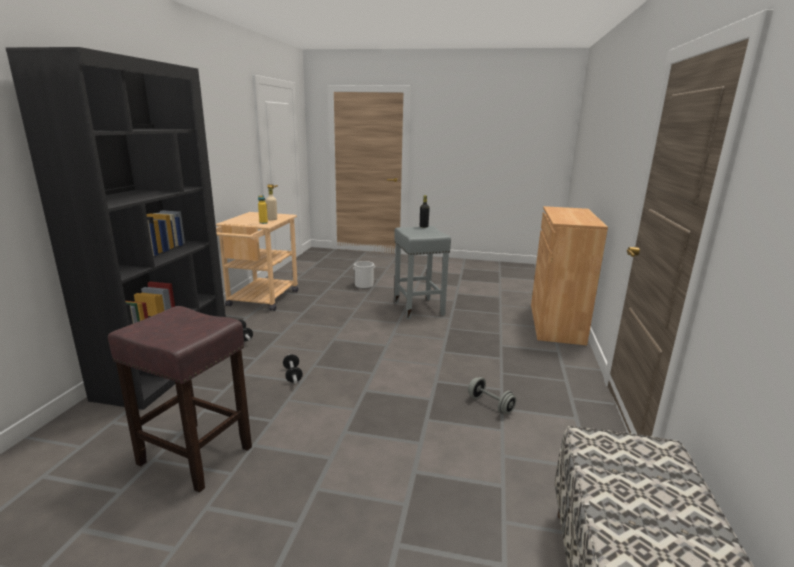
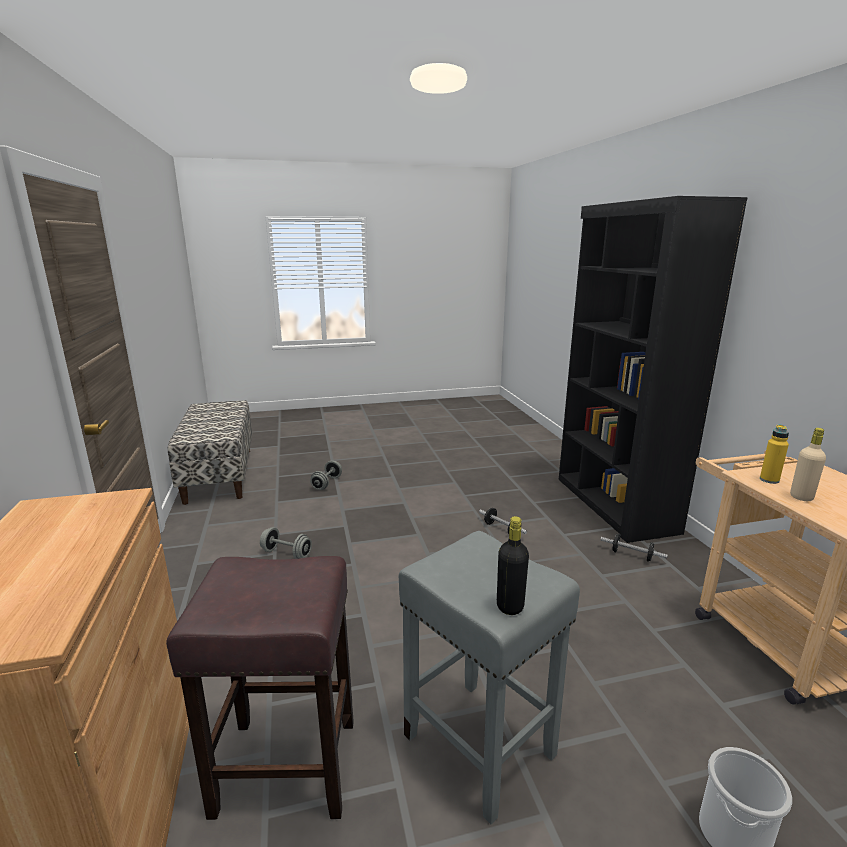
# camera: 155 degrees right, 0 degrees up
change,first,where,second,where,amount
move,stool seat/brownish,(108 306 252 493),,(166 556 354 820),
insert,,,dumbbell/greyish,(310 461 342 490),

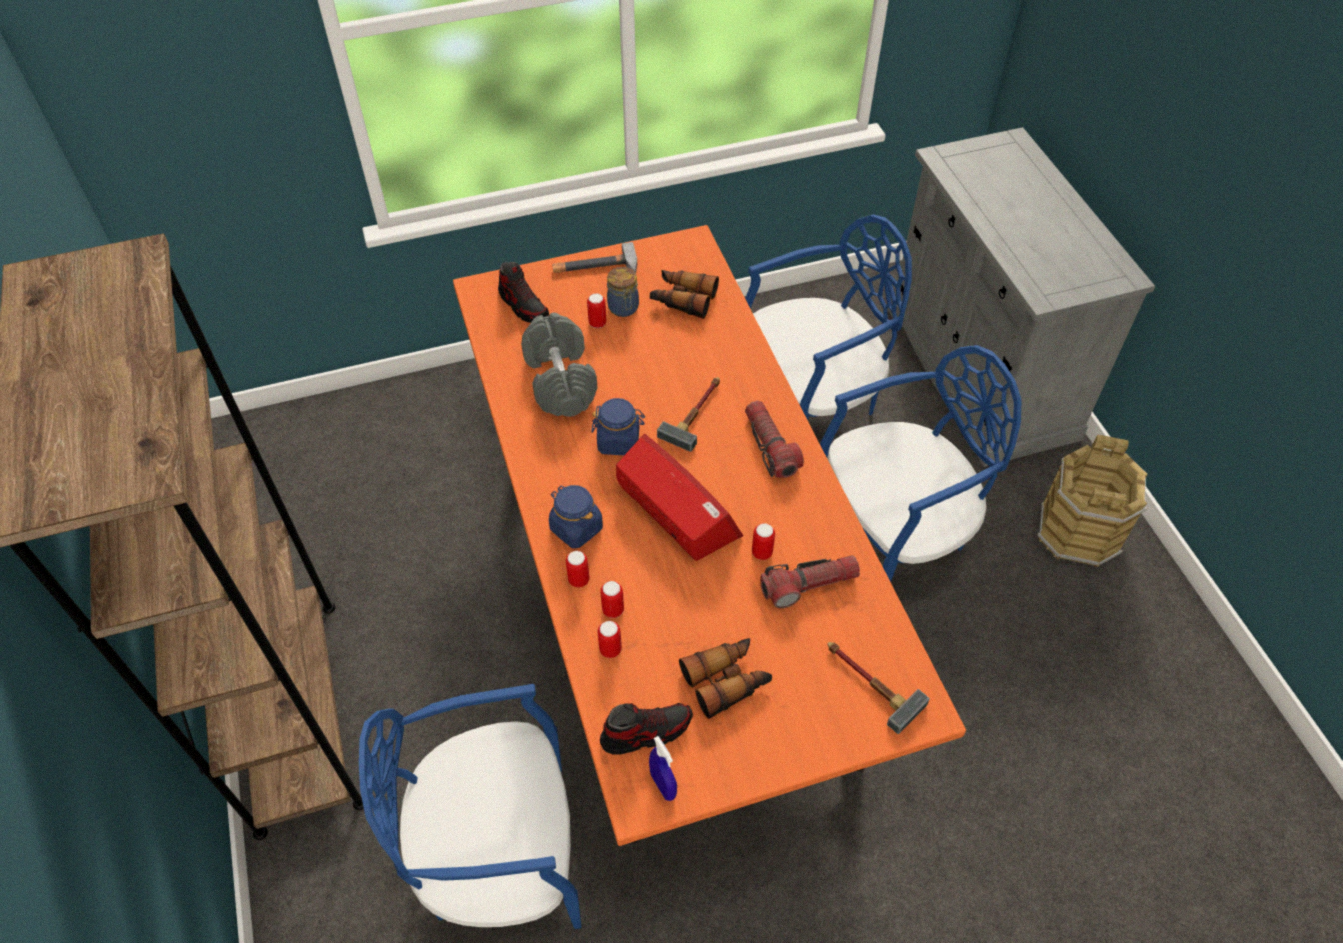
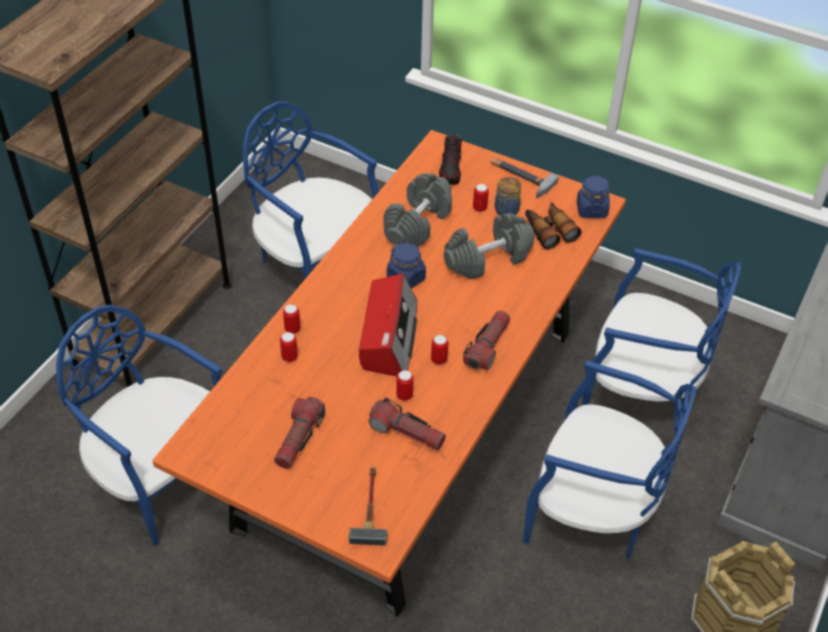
# camera: 45 degrees right, 5 degrees down
change,first,where,second,where,amount
insert,,,upright chair/blue,(243 102 379 280),
replace,pair of binoculars,(679 638 772 719),torch,(274 397 325 469),
move,metal can,(598 621 622 658),,(431 335 448 365),
insert,,,dumbbell/greyish,(444 213 535 280),
move,jar/blue,(549 485 603 548),,(577 175 610 218),
delete,item of footwear,(600 703 693 754),,,
delete,hand sprayer/blue,(649 736 677 801),,,
delete,hammer,(657 377 720 452),,,

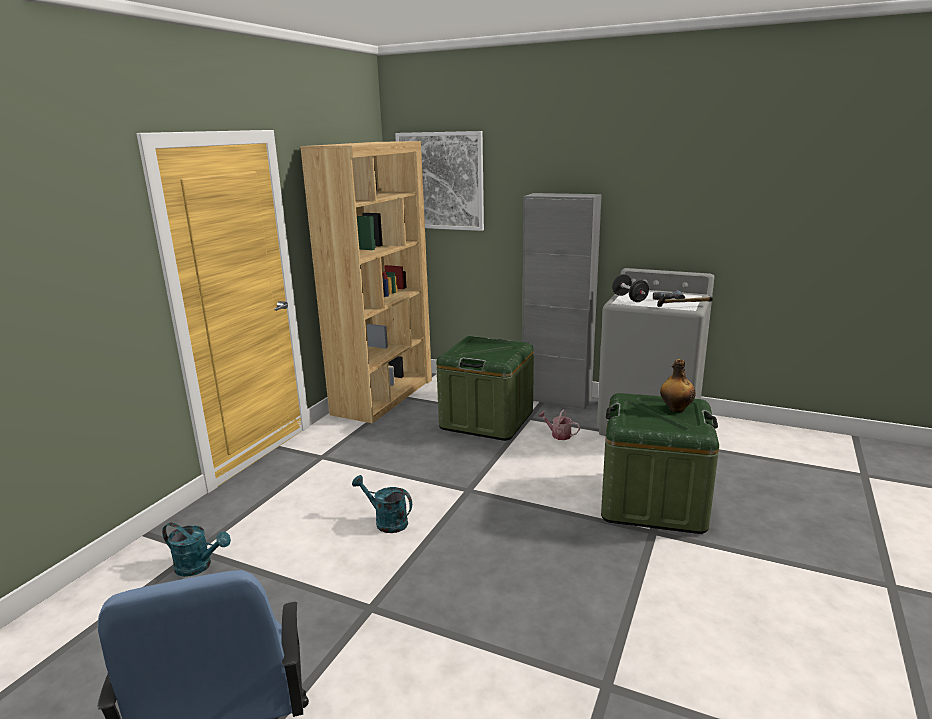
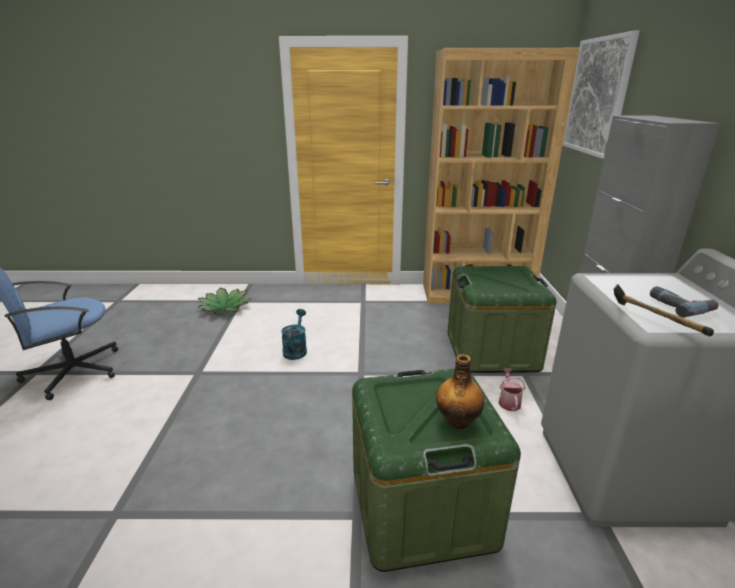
# camera: 65 degrees right, 5 degrees up
change,first,where,second,where,amount
replace,watering pot/turquoise,(162 522 231 577),plant in a pot,(198 288 251 315),
delete,dumbbell/black,(612 274 649 302),,,

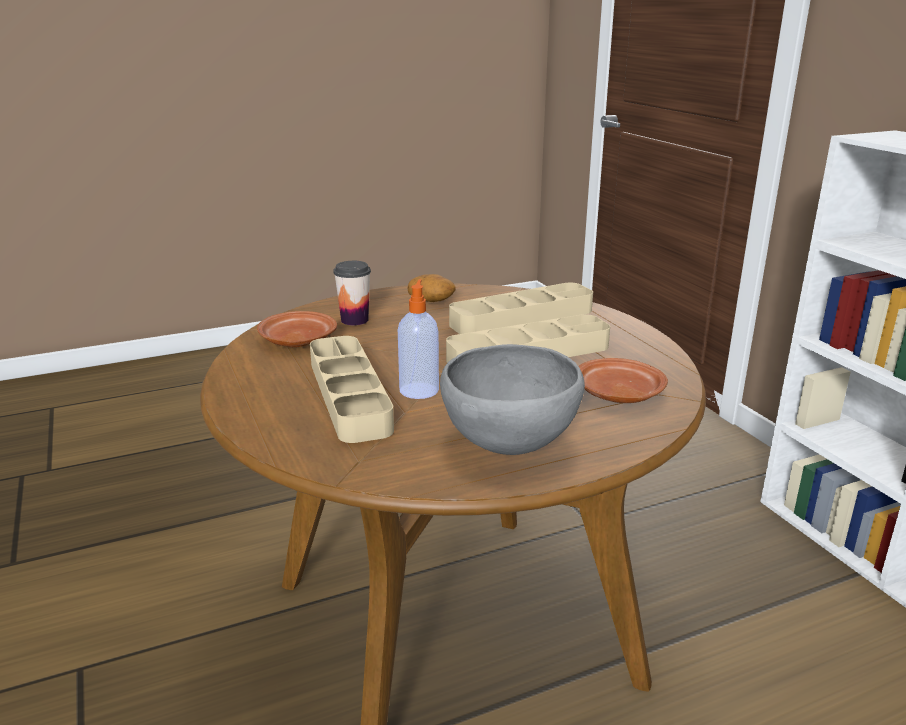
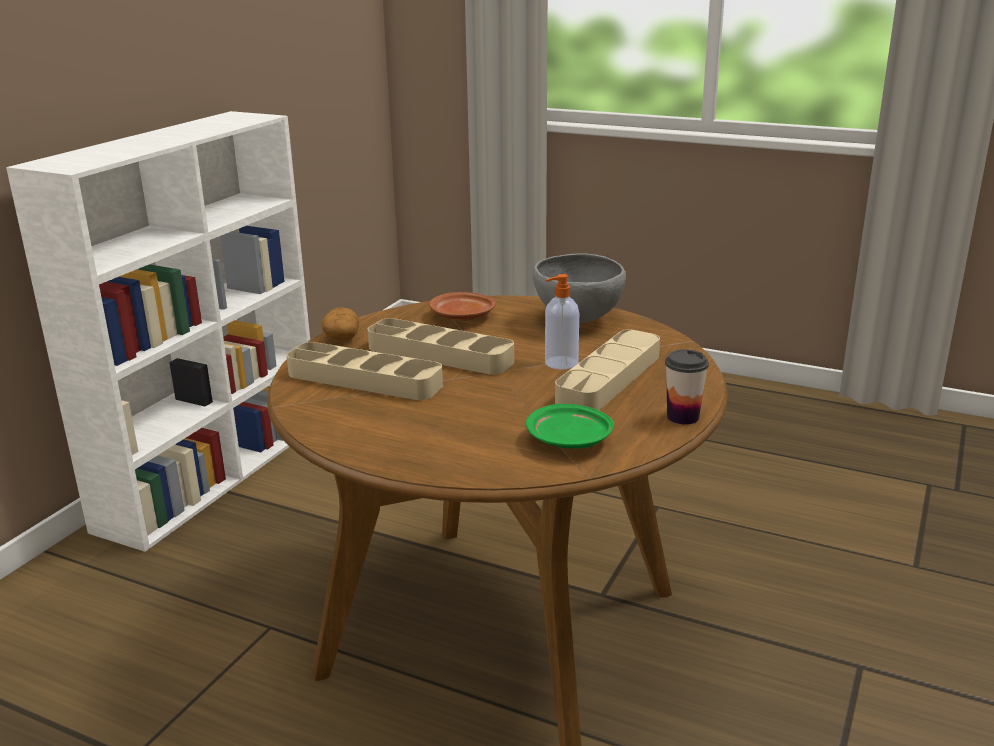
# camera: 130 degrees left, 0 degrees up
change,first,where,second,where,amount
move,whole potato,(407 274 456 302),,(321 308 359 341),
recolor,dinner plate/brownish,(257 311 337 348),dinner plate/green-coloured,(526 404 614 449),
move,drinking cup,(333 261 371 325),,(665 349 709 425),

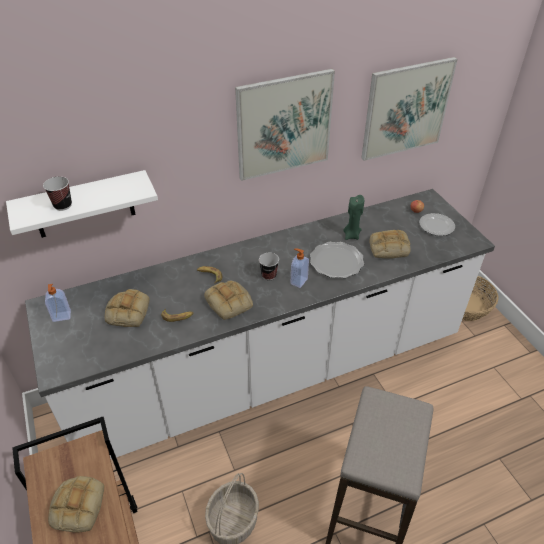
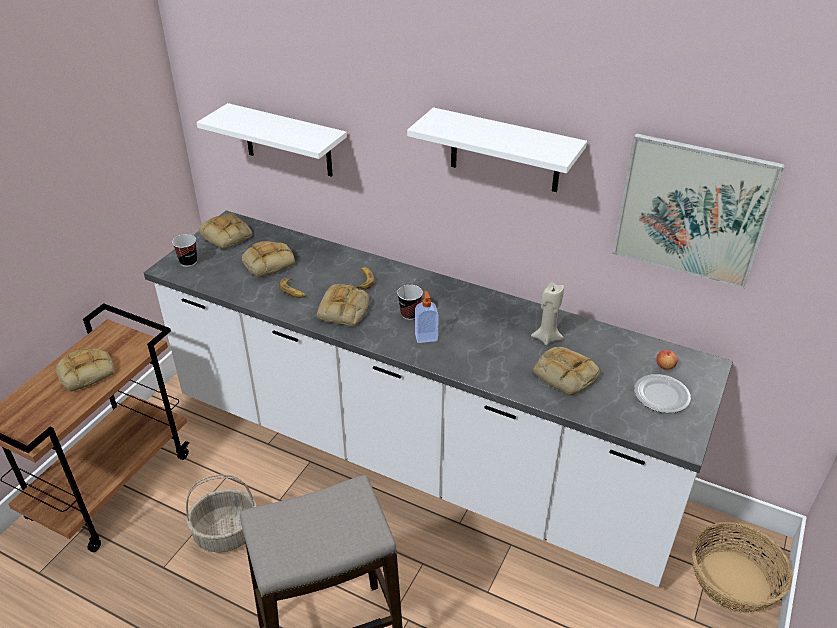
# camera: 50 degrees right, 5 degrees down
change,first,where,second,where,amount
move,drinking cup,(43 176 72 211),,(172 234 197 267),
replace,liquid soap bottle,(45 284 71 322),bakery bread,(199 214 253 249),
replace,wall picture,(235 69 335 181),bracket shelf/whitish,(407 107 587 192),
recolor,wax candle/green-coloured,(343 195 364 240),wax candle/beige,(531 282 564 346),
delete,dinner plate,(310 242 364 278),,,

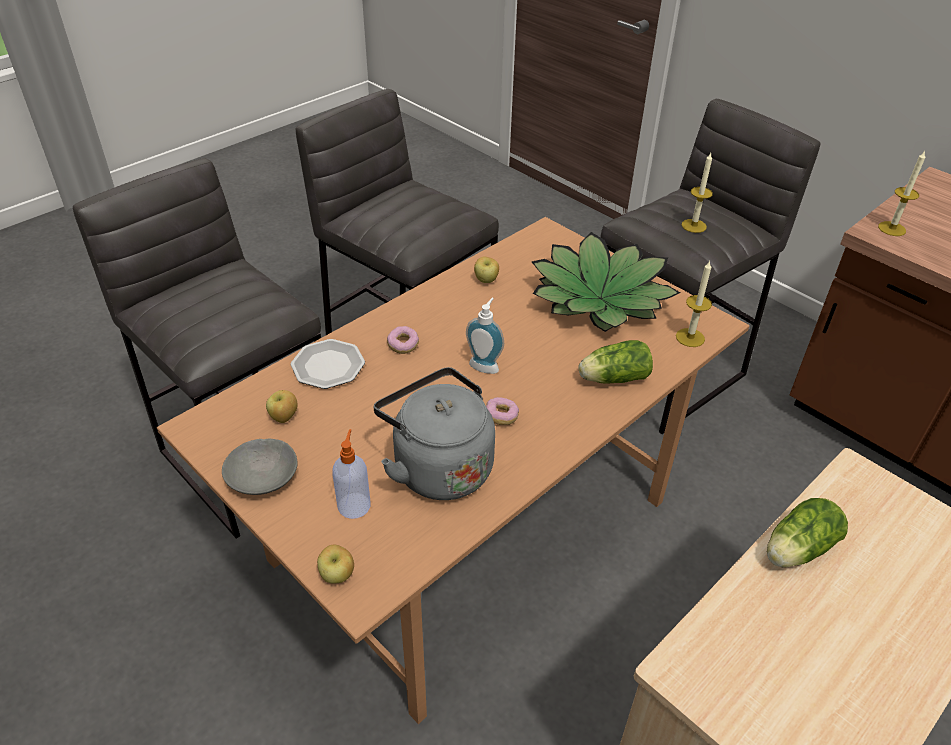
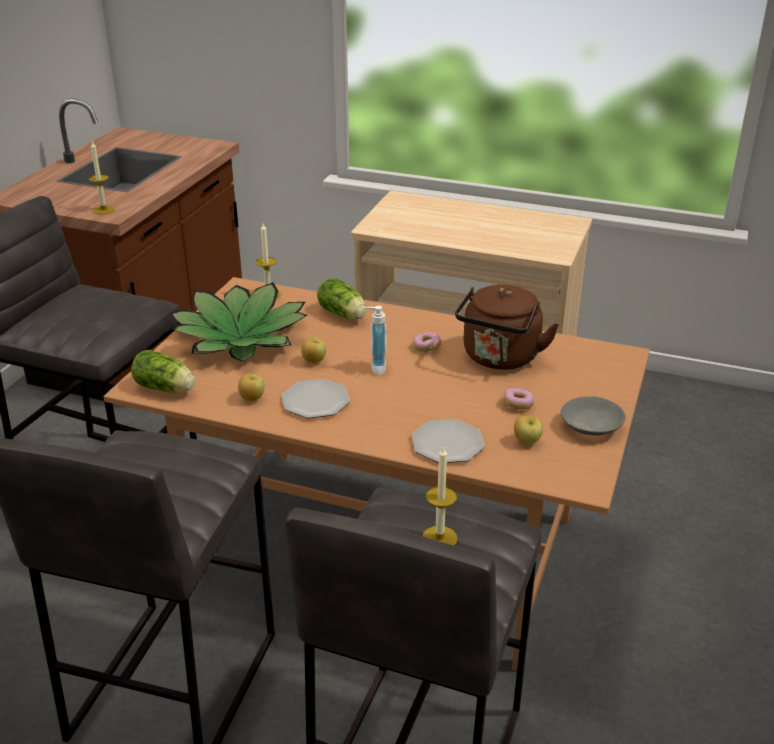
# camera: 115 degrees left, 10 degrees down
change,first,where,second,where,amount
move,lettuce head,(767 498 848 568),,(131 350 196 393),
insert,,,dinner plate,(281 379 350 419),
move,apple fruit,(317 545 354 584),,(301 337 326 364),
move,wax candle,(682 153 713 233),,(422 445 458 546),
recolor,tea kettle/greyish,(374 367 495 500),tea kettle/brownish,(455 285 559 370),
move,donut,(387 326 419 354),,(504 388 534 410),
delete,liquid soap bottle,(332 429 371 519),,,

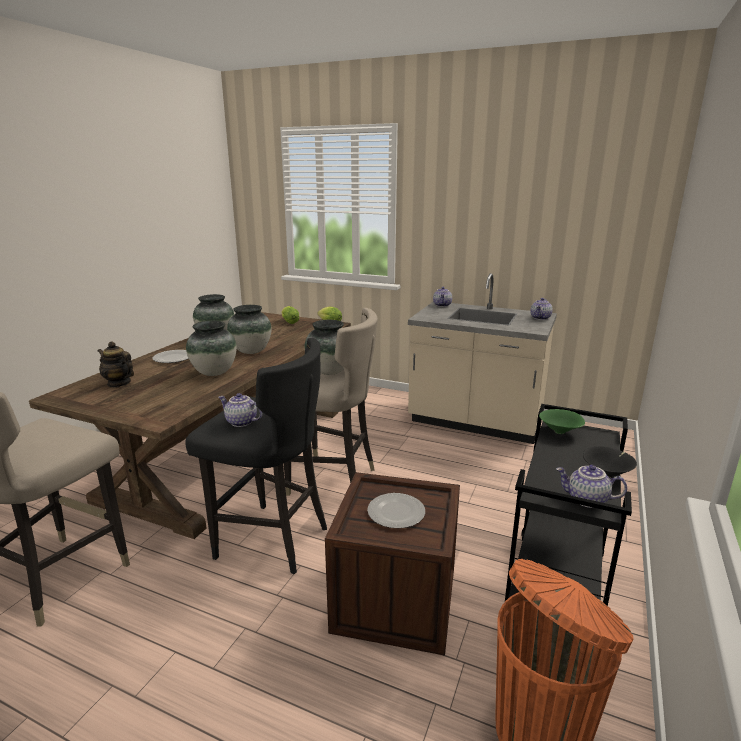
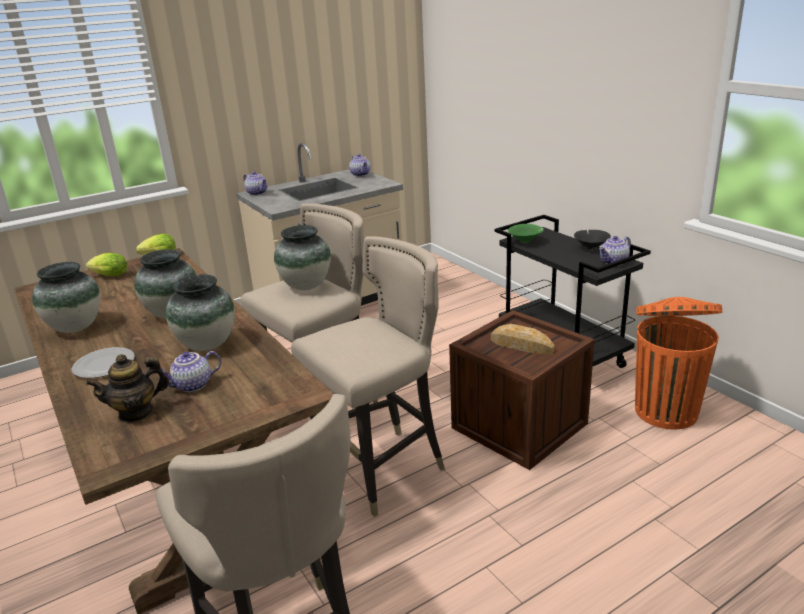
# camera: 55 degrees left, 5 degrees up
change,first,where,second,where,amount
move,tea pot,(219 393 263 427),,(161 351 221 392),
recolor,stool seat/black,(185 338 327 575),stool seat/beige,(291 236 445 517),
replace,dinner plate,(367 493 425 528),bakery bread,(491 324 555 354),

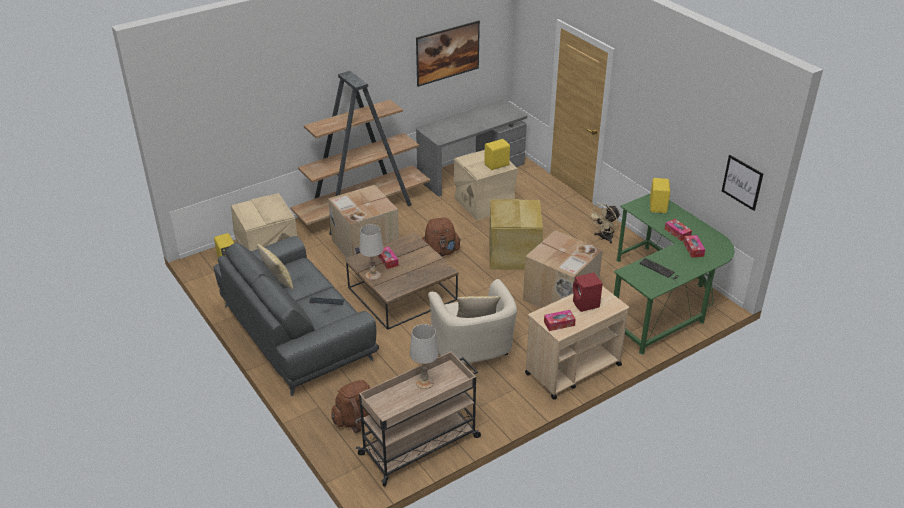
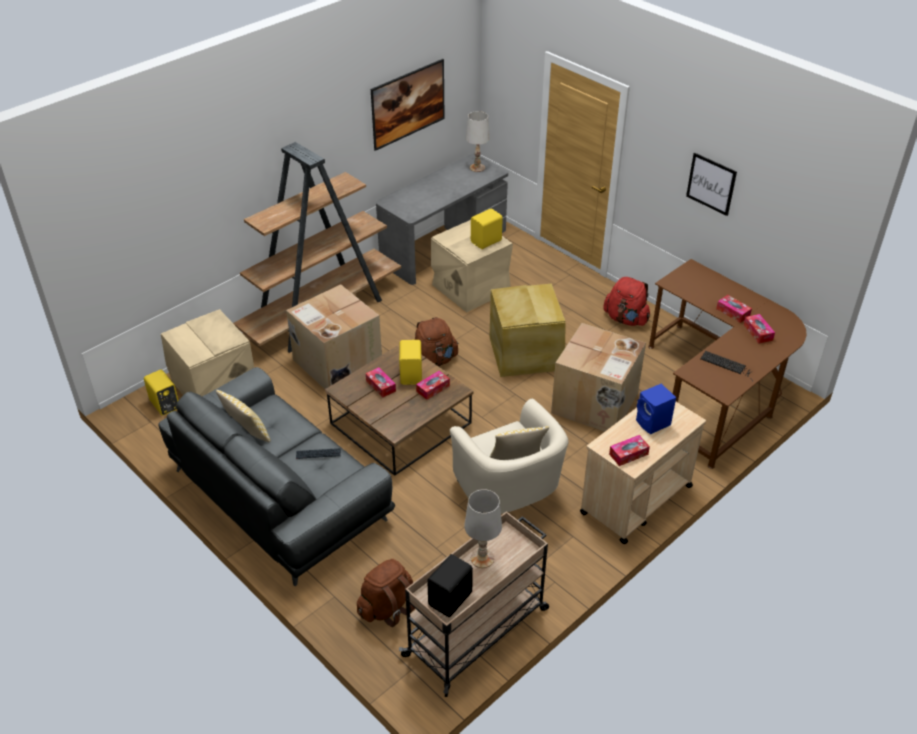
# camera: 10 degrees left, 5 degrees up
change,first,where,second,where,amount
move,speaker/yellowish,(650 178 670 213),,(399 340 422 385),
insert,,,tissue box,(416 371 450 400),
insert,,,speaker/black,(427 554 473 617),
move,lamp for a table/whitish,(360 224 384 280),,(466 111 490 172),
replace,fan/beige,(588 204 620 244),knapsack/red,(603 277 650 326),
recolor,speaker/red,(573 273 603 312),speaker/blue,(636 384 676 434),
recolor,desk/green-coloured,(614 194 734 355),desk/brownish,(648 259 806 469),
move,wall picture,(722 155 763 211),,(686 152 737 216),

